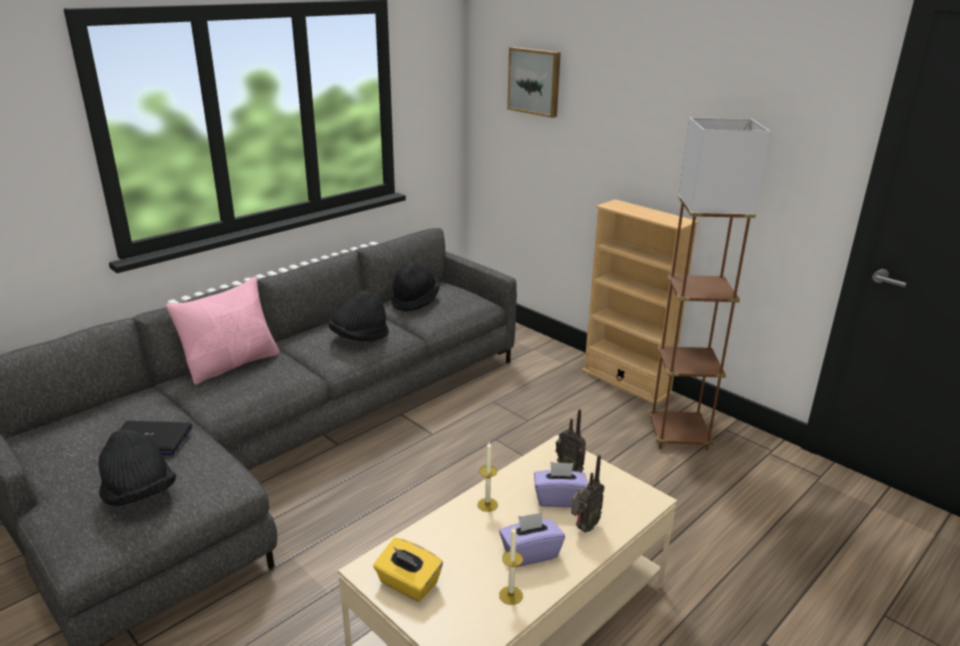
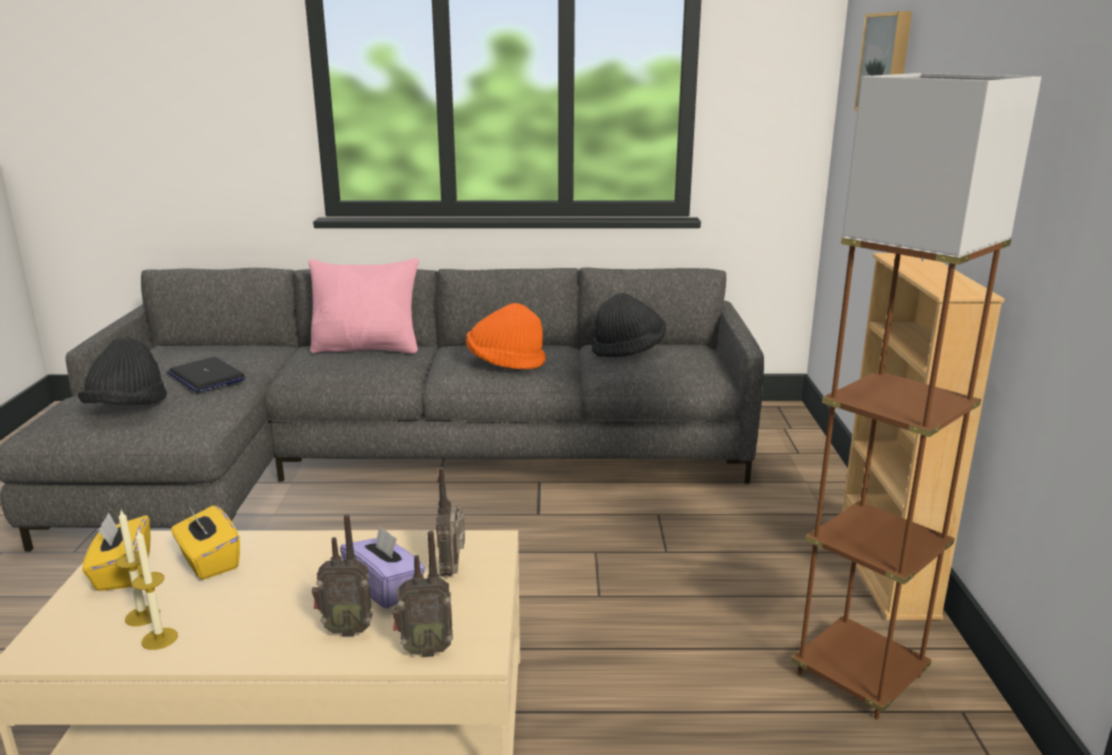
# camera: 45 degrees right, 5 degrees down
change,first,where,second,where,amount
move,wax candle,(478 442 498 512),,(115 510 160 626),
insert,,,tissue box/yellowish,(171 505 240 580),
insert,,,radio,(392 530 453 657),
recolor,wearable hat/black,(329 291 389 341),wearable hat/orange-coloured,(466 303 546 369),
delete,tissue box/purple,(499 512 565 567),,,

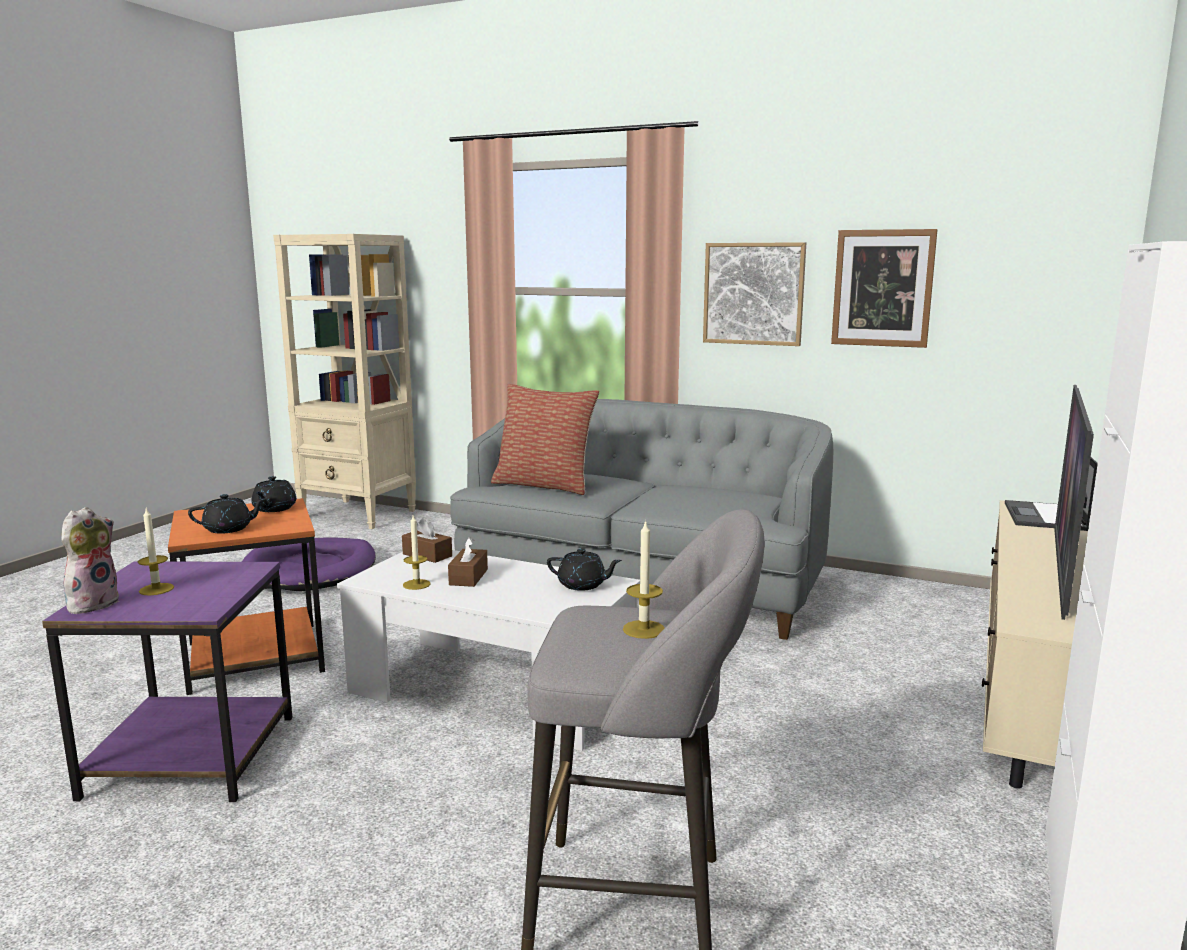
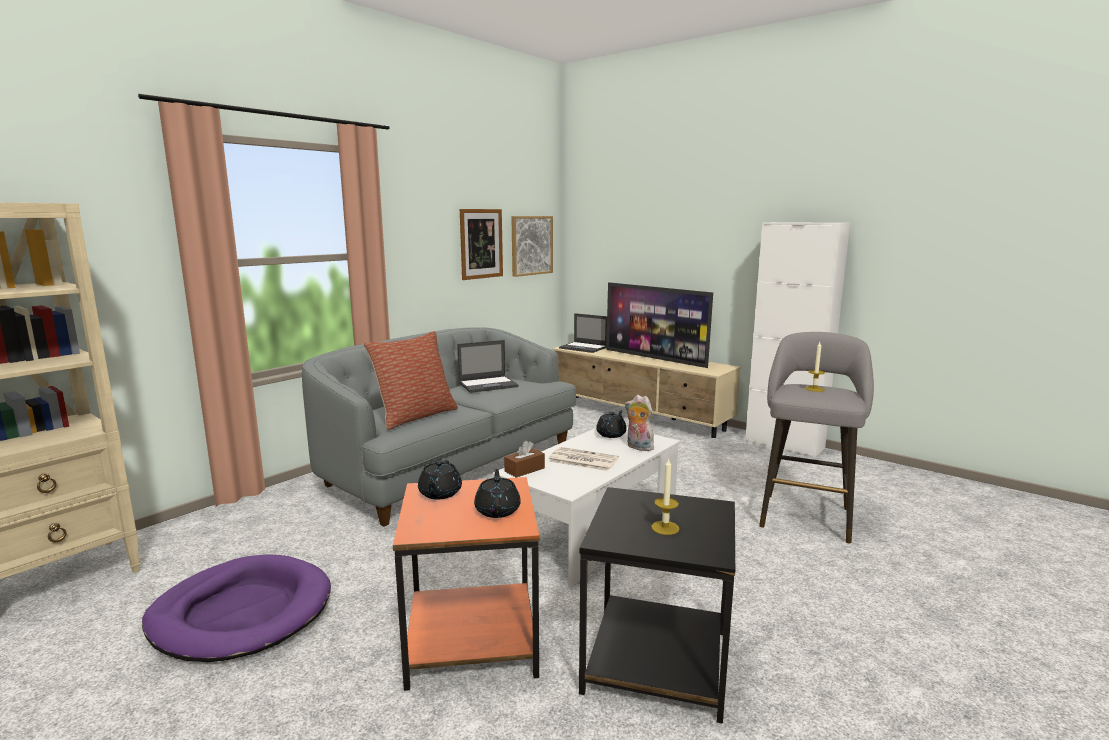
# camera: 75 degrees left, 0 degrees up
change,first,where,second,where,amount
rotate,tea pot/black,(252 476 296 512),,(418 460 462 499),75 degrees clockwise
insert,,,notebook computer,(457 340 519 393),
move,wall picture,(703 242 806 346),,(511 216 553 277),
replace,tissue box/brownish,(448 537 488 587),newspaper,(548 447 619 471),
recolor,side table/purple,(42 561 293 802),side table/black,(579 487 735 724),
move,soft toy,(61 507 119 614),,(625 395 654 451),
delete,wax candle,(403 515 431 590),,,

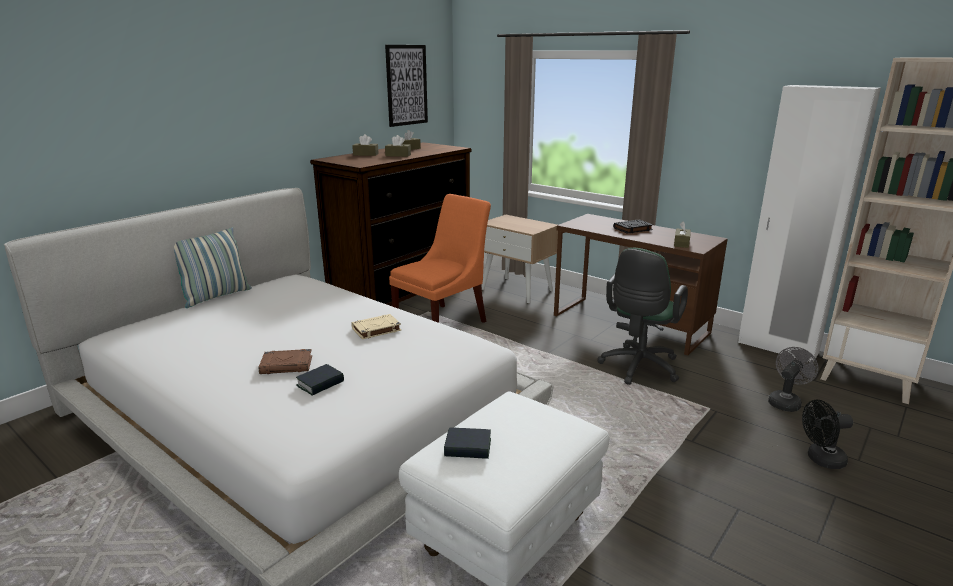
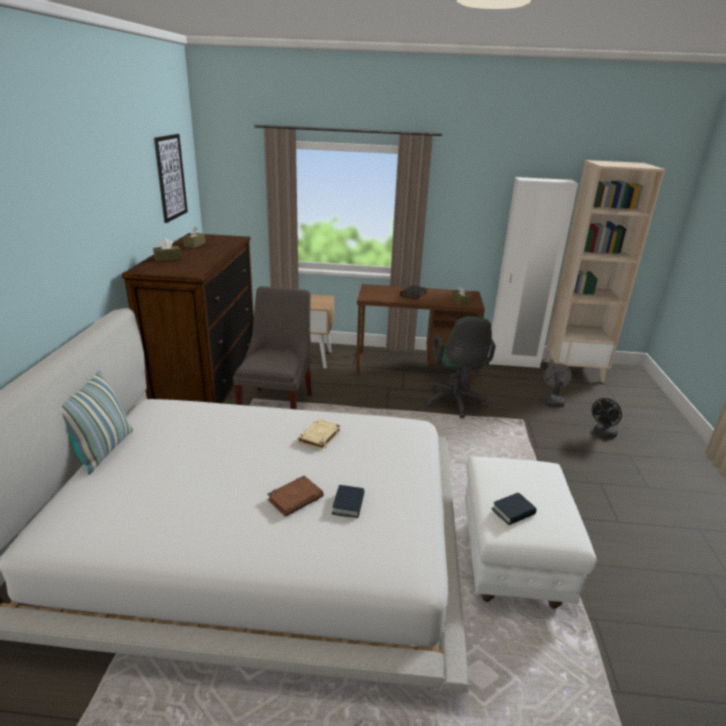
# camera: 35 degrees left, 5 degrees up
change,first,where,second,where,amount
recolor,upright chair/orange-coloured,(389 194 491 323),upright chair/greyish,(233 286 312 409),
delete,tissue box/brownish,(385 135 411 157),,,

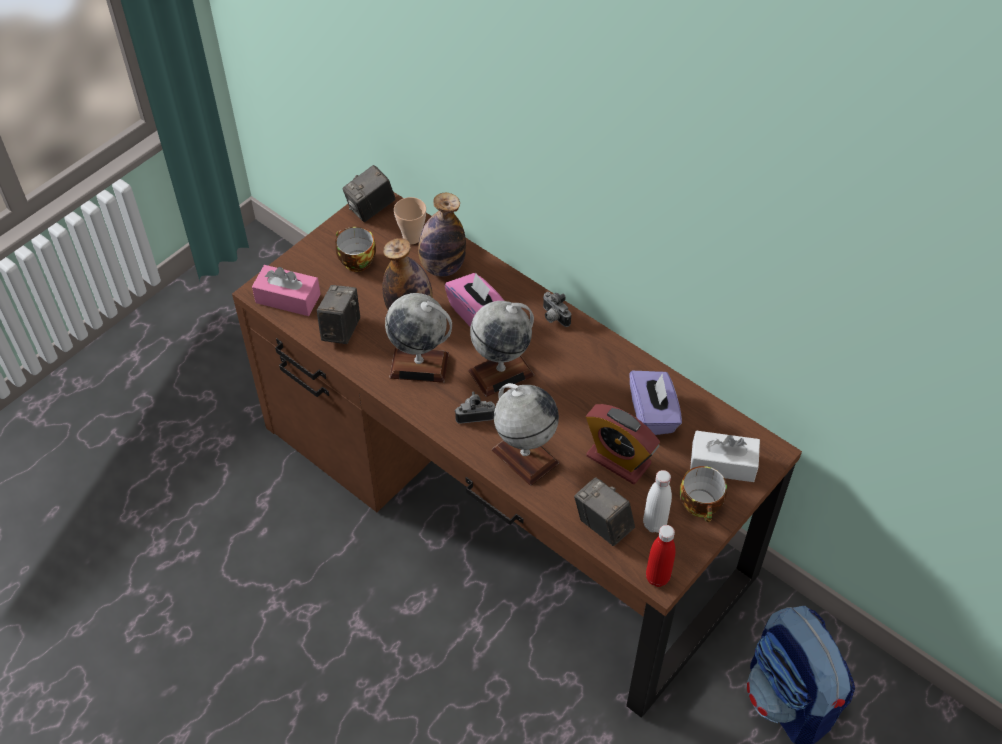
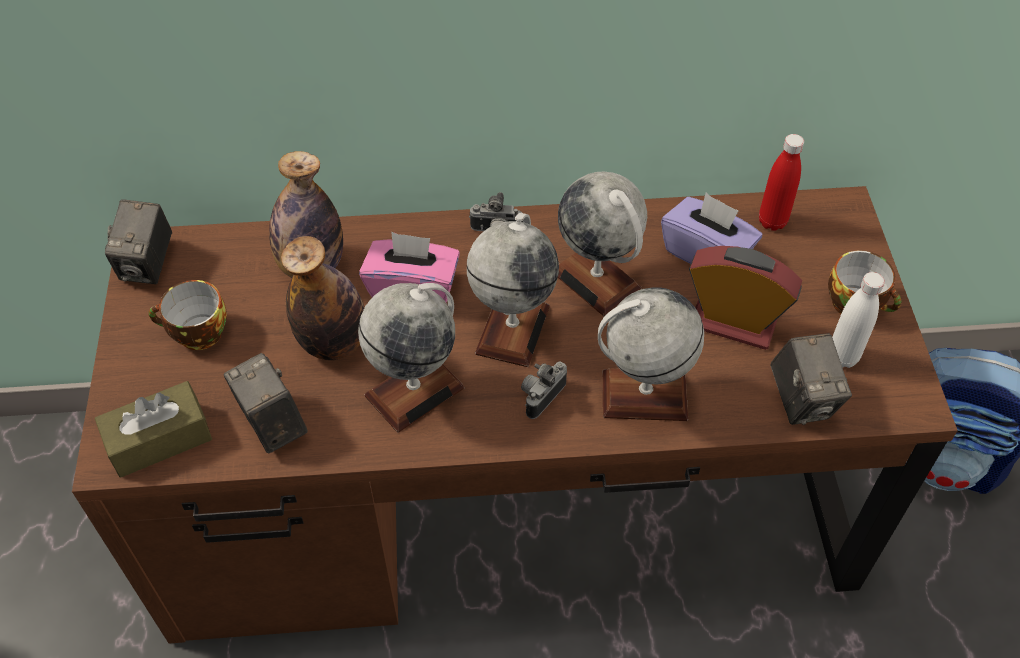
# camera: 45 degrees left, 0 degrees up
change,first,where,second,where,amount
recolor,tissue box/pink-coloured,(252 265 320 316),tissue box/brownish,(95 381 212 478),
insert,,,world globe,(558 172 647 316),
rotate,table clock,(586 404 660 484),,(689 246 802 350),150 degrees counterclockwise
move,drink bottle/red,(646 525 675 587),,(759 134 804 231),
rotate,still camera,(574 478 635 546),,(770 333 852 425),105 degrees counterclockwise
delete,drinking cup,(394 197 426 244),,,
delete,tissue box/whitish,(690 431 760 482),,,

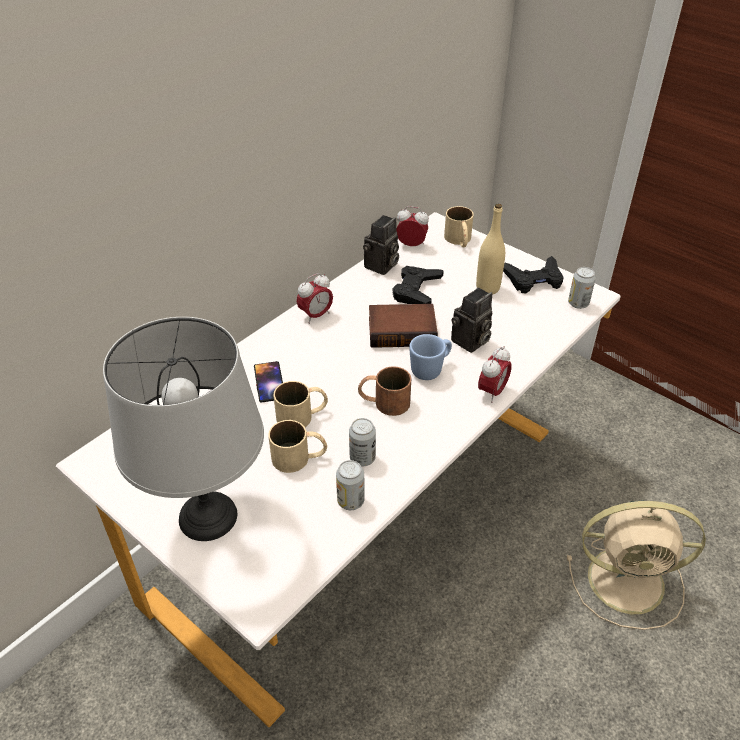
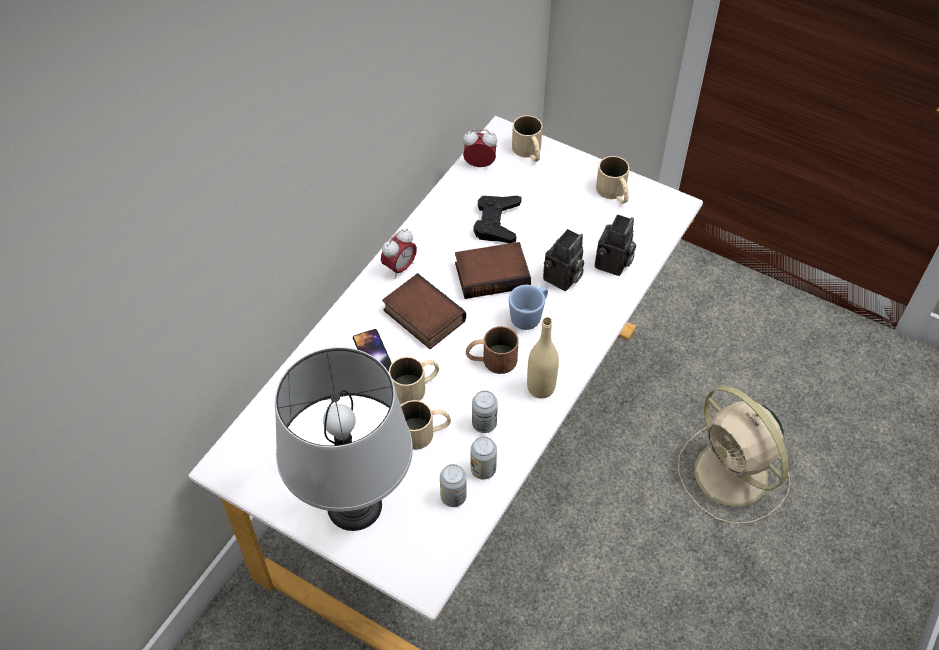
# camera: 10 degrees left, 10 degrees up
change,first,where,second,where,amount
insert,,,book,(382 273 466 349),
move,metal can,(568 267 596 309),,(440 464 467 507),
move,drink bottle/beige,(476 204 505 295),,(527 317 559 399),
move,still camera,(363 215 399 275),,(595 214 636 276),
replace,gamepad/black,(503 256 564 294),tea mug/beige,(596 156 629 204),
rotate,fan/beige,(567 500 706 630),,(678 386 791 524),60 degrees clockwise
delete,table clock,(478 346 512 403),,,

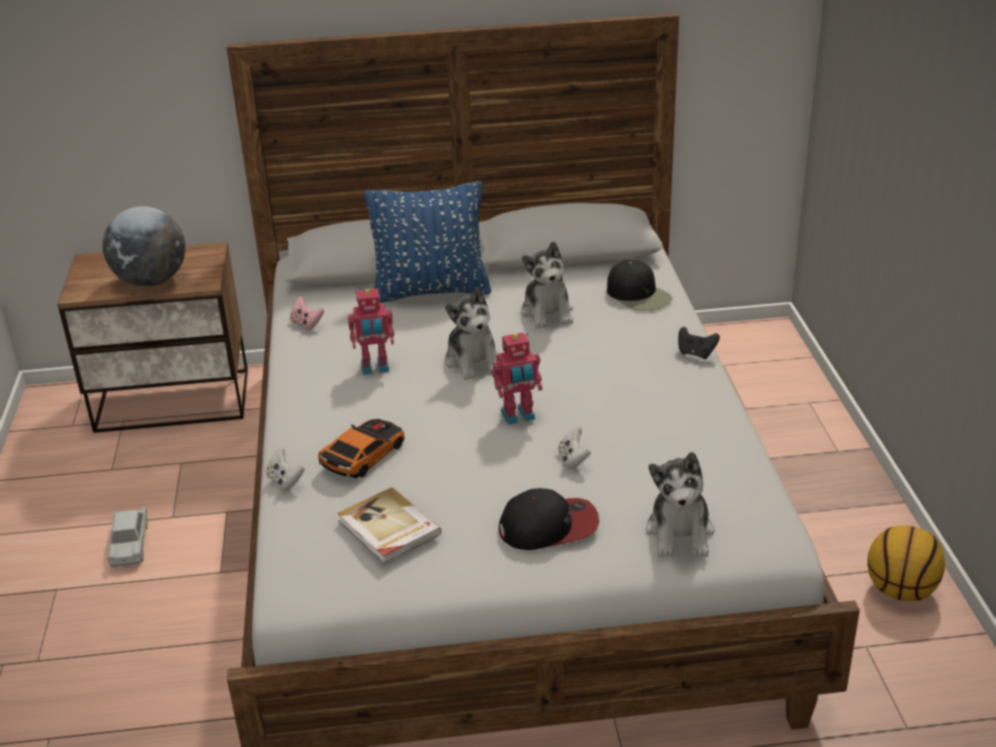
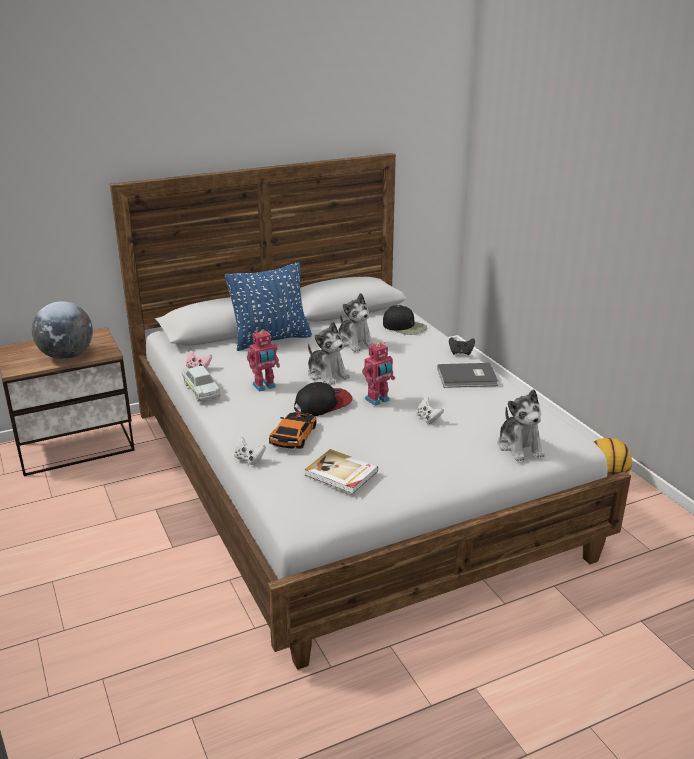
# camera: 20 degrees left, 5 degrees down
change,first,where,second,where,amount
move,miniature car/whitish,(107 506 148 567),,(182 366 221 402),
move,cap,(499 488 599 550),,(294 382 352 416),
insert,,,book/greyish,(437 363 498 388),

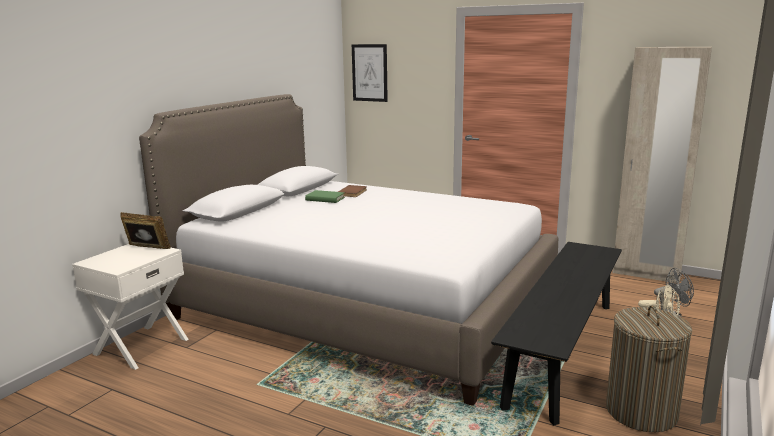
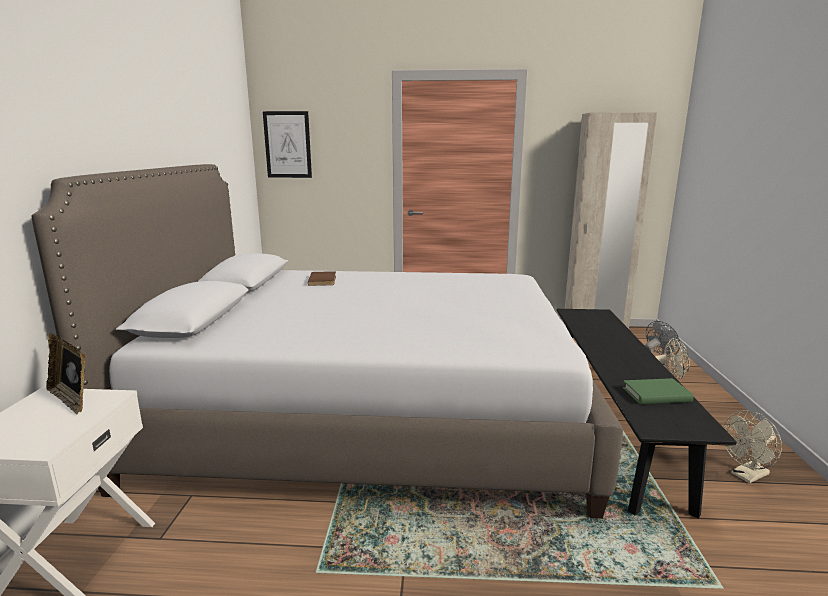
# camera: 25 degrees left, 0 degrees up
change,first,where,second,where,amount
rotate,photo frame,(120 212 171 249),,(46 333 86 415),135 degrees counterclockwise
move,book/green-coloured,(305 190 345 203),,(623 378 694 404),
replace,hamper,(606 305 692 432),fan/beige,(723 410 782 483),

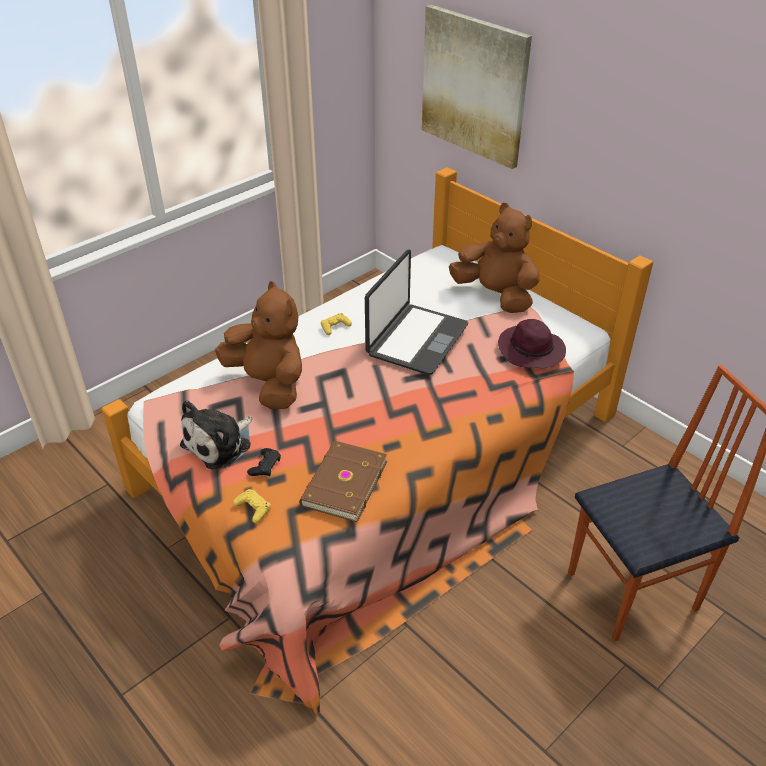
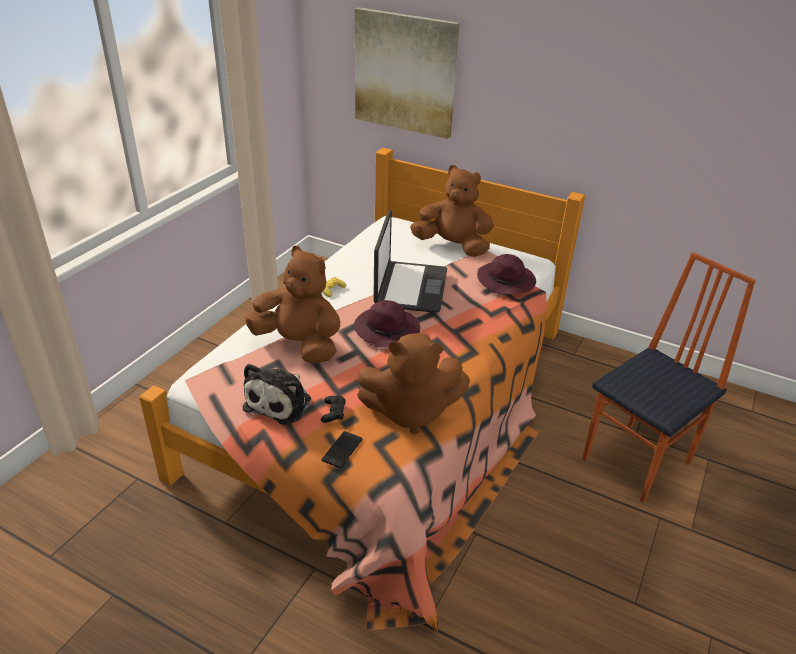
# camera: 20 degrees left, 5 degrees down
change,first,where,second,where,amount
replace,gamepad/yellowish,(233 489 271 523),telephone,(322 431 362 468),
insert,,,wearable hat/purple,(354 300 420 348),
replace,book/brownish,(299 441 387 522),soft toy/brownish,(357 333 470 435),

